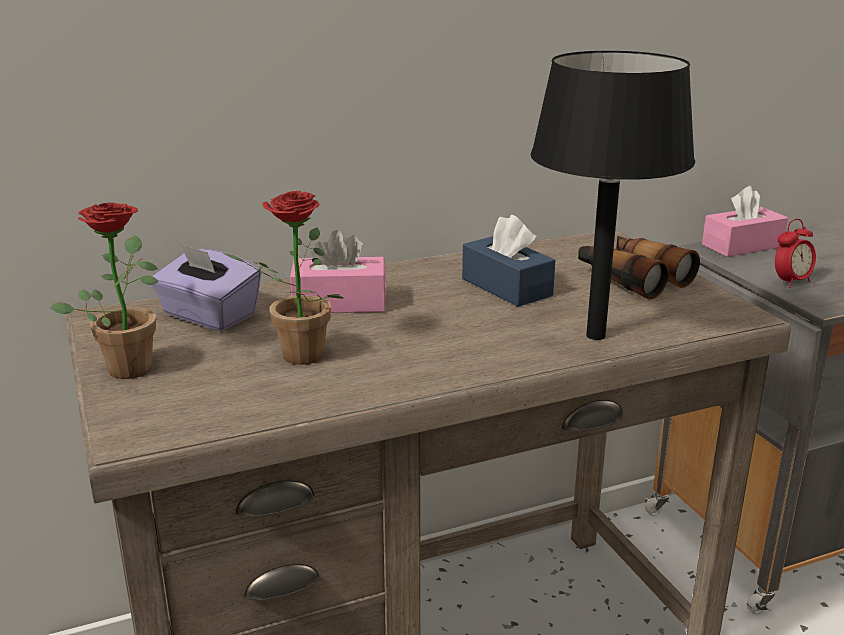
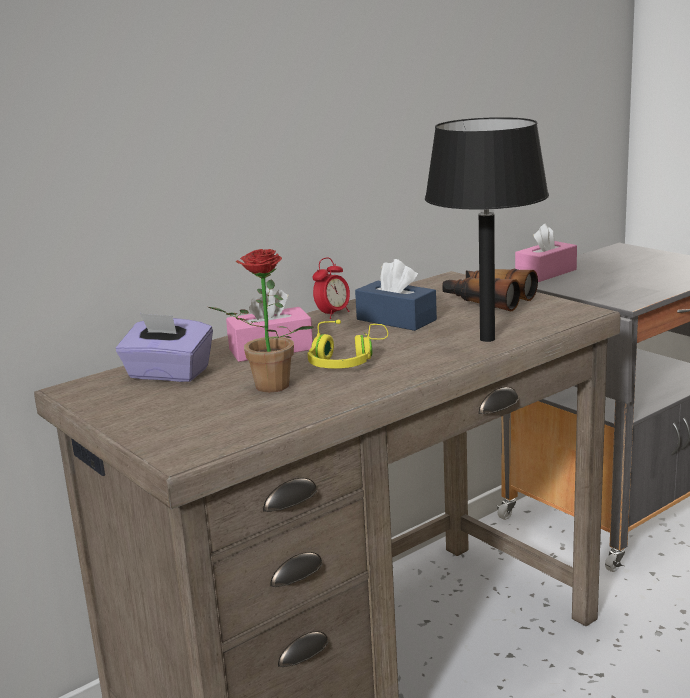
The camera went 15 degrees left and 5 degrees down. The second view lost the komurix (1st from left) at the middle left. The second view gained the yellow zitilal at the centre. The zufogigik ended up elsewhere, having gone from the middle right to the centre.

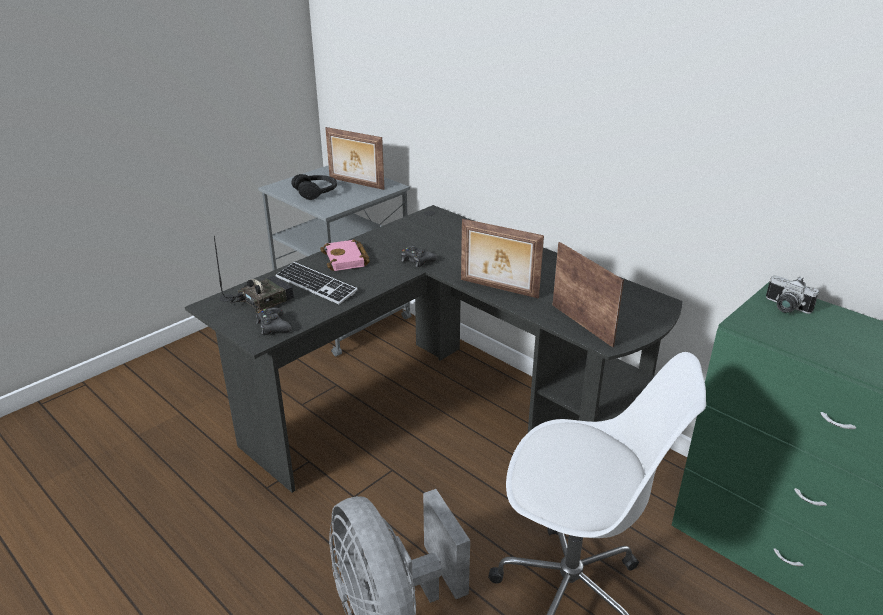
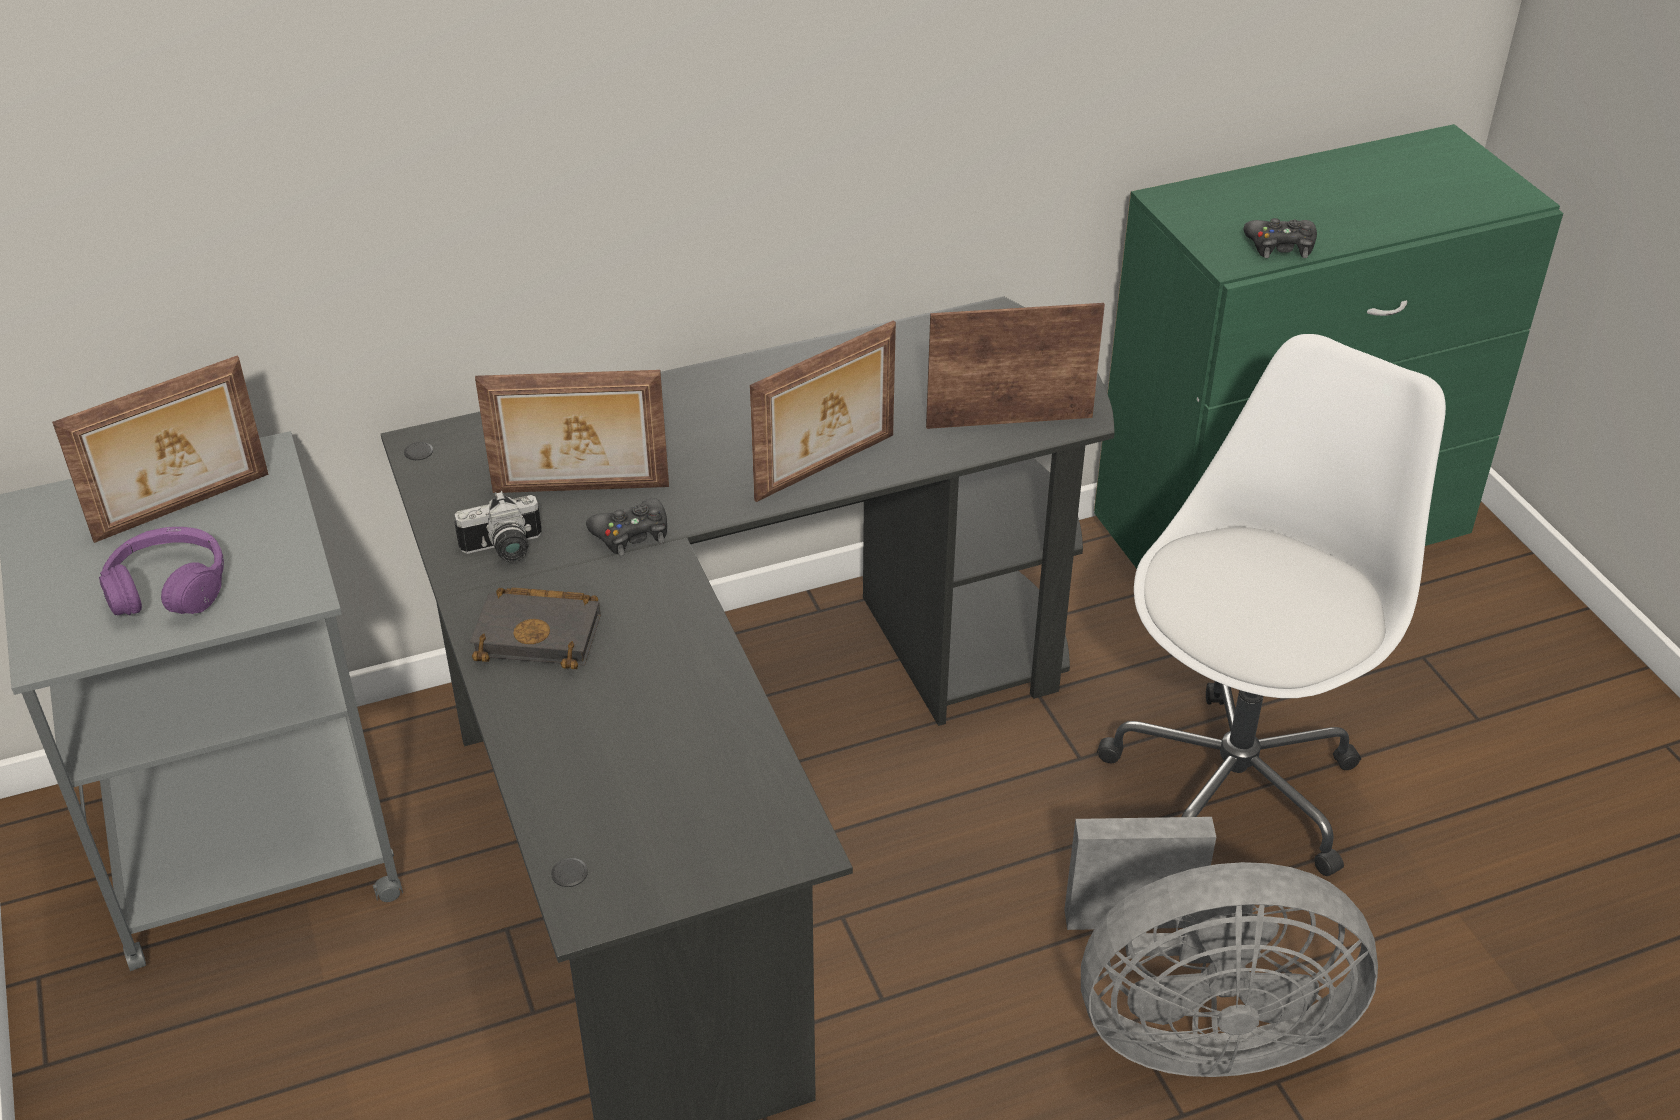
The camera went 65 degrees left and 10 degrees up. The second view lost the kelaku at the middle left. The second view lost the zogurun at the centre. The second view gained the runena (2nd from left) at the centre. The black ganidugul (1st from left in the first image) ended up elsewhere, having gone from the middle left to the top right. The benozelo ended up elsewhere, having gone from the middle right to the middle left. What was the black zitilal at the top centre turned into the purple zitilal at the middle left. What was the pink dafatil at the centre turned into the black dafatil at the middle left.

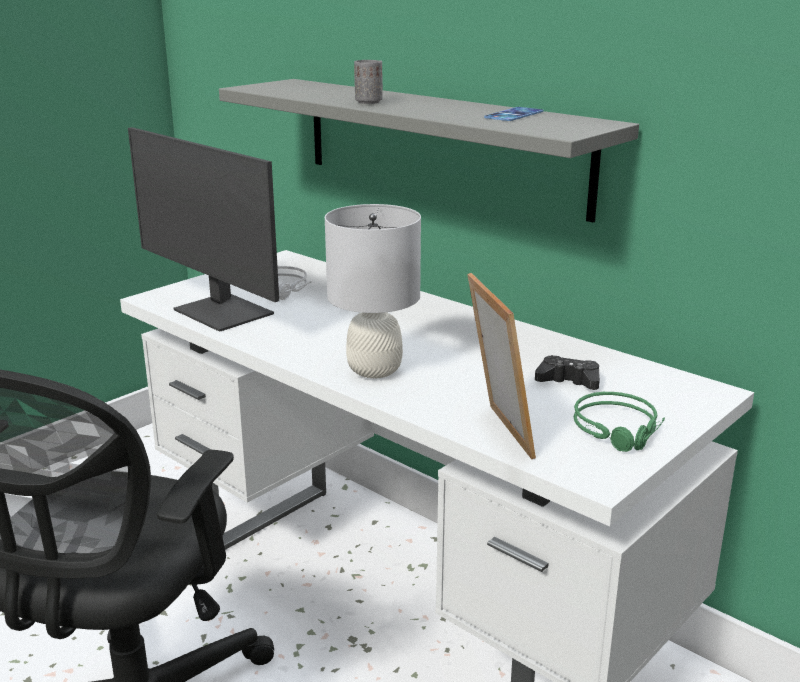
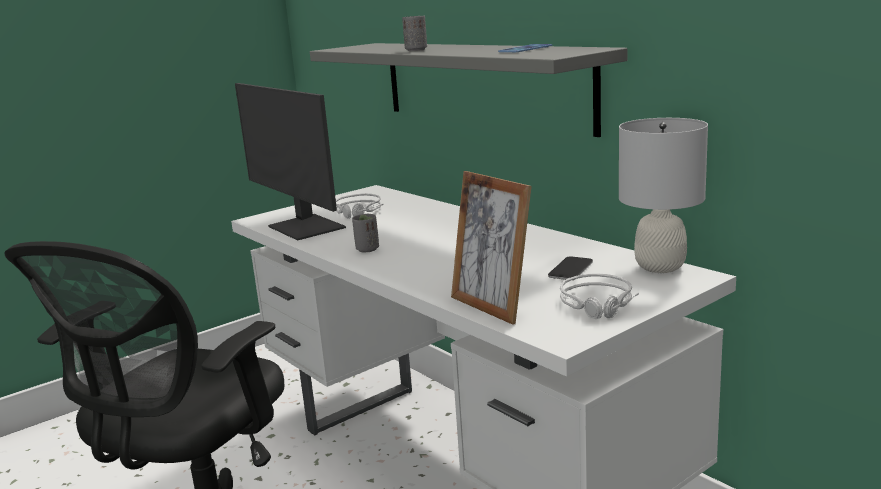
The camera went 10 degrees right and 5 degrees down. The second view gained the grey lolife (1st from left) at the centre. The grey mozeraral ended up elsewhere, having gone from the centre to the middle right. Where the black ganidugul stood at the middle right, the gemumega (2nd from left) came to stand at the centre. What was the green zitilal at the middle right turned into the grey zitilal (2nd from left) at the middle right. The runena at the centre ended up facing another way, 150 degrees clockwise from before.

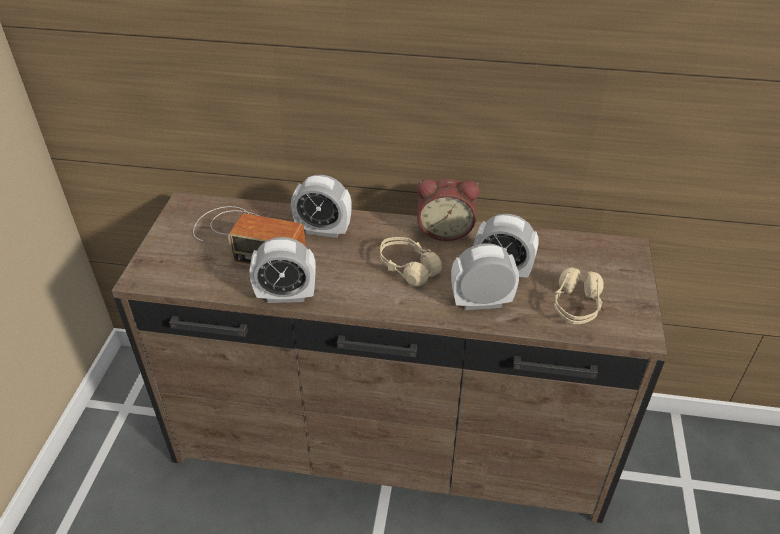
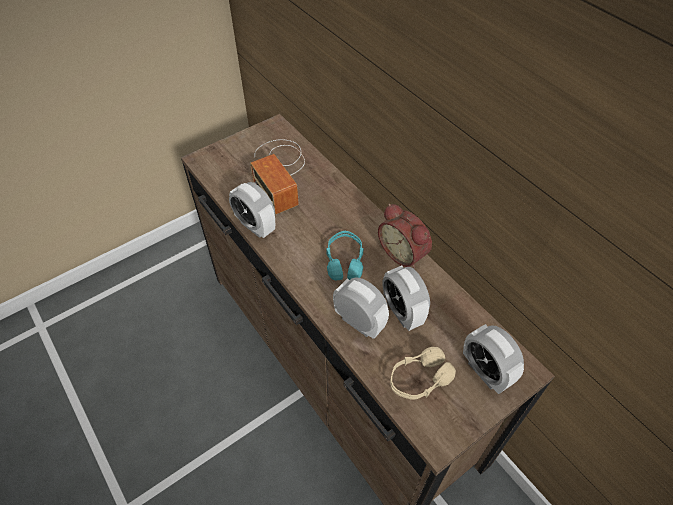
The camera went 45 degrees right and 10 degrees up. The zufogigik (2nd from left in the first image) ended up elsewhere, having gone from the centre to the bottom right. What was the beige zitilal (1st from left) at the centre turned into the turquoise zitilal at the centre.

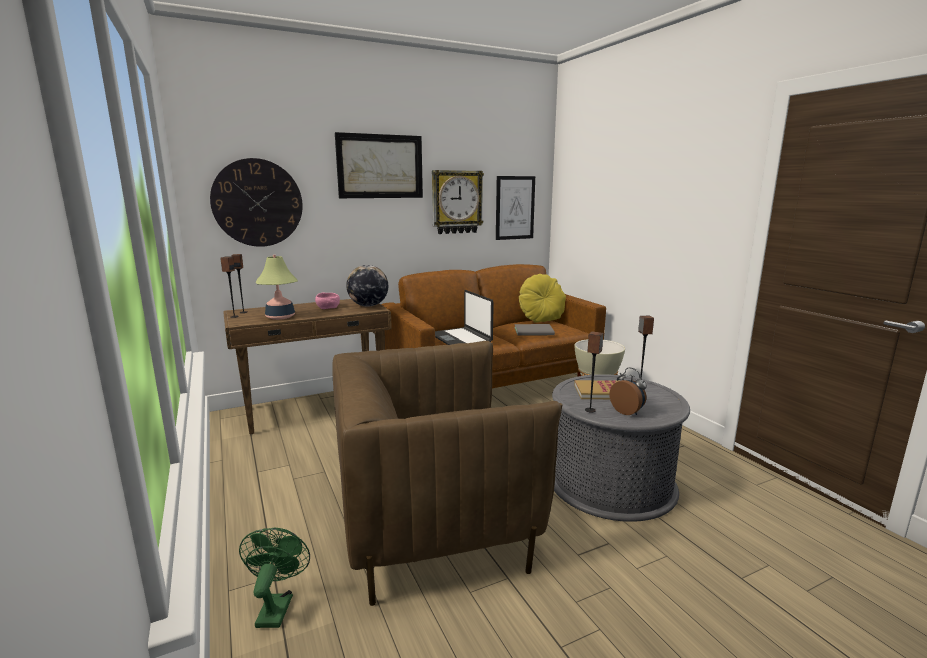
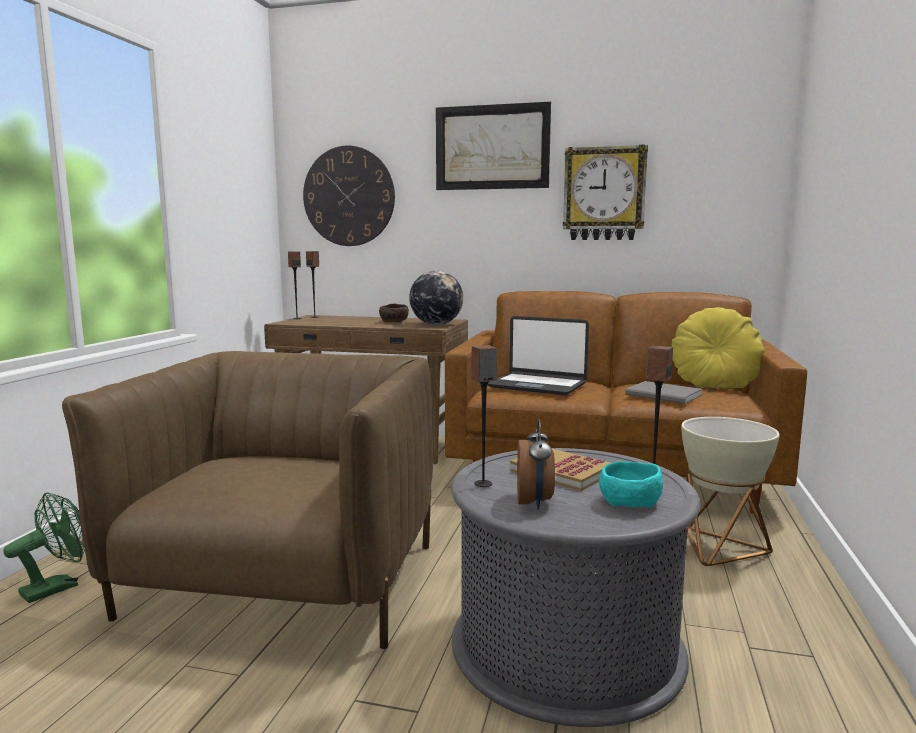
The camera went 40 degrees right and 5 degrees down. The second view lost the mozeraral at the middle left. The second view lost the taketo (2nd from left) at the top centre. The second view gained the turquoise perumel at the middle right. What was the pink perumel at the centre turned into the brown perumel at the centre. The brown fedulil at the bottom centre ended up facing another way, 75 degrees clockwise from before. The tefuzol at the centre ended up facing another way, 75 degrees counterclockwise from before.

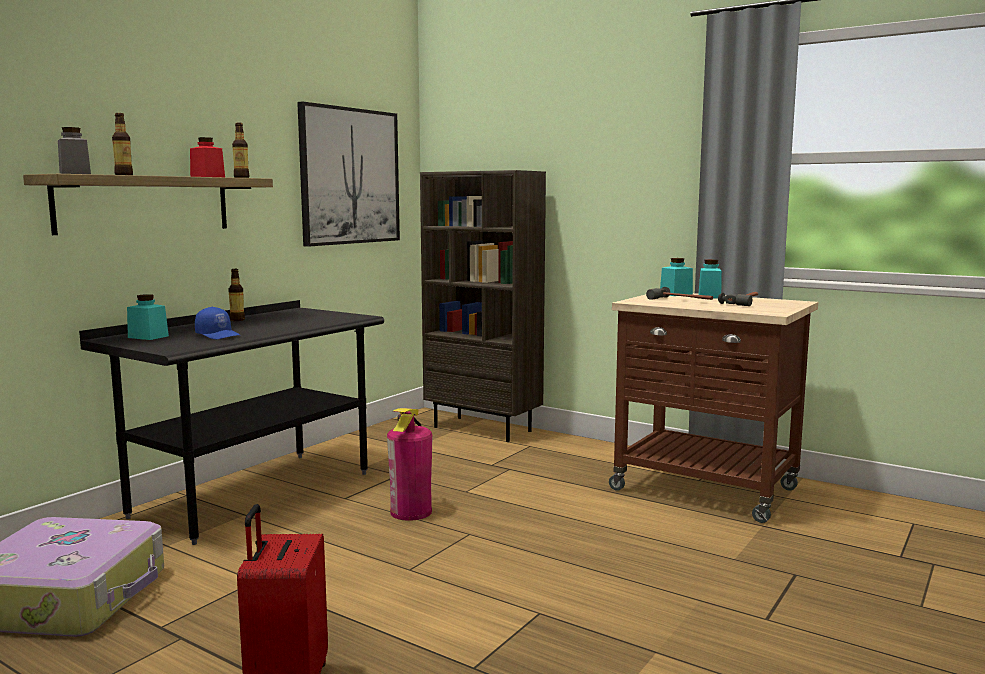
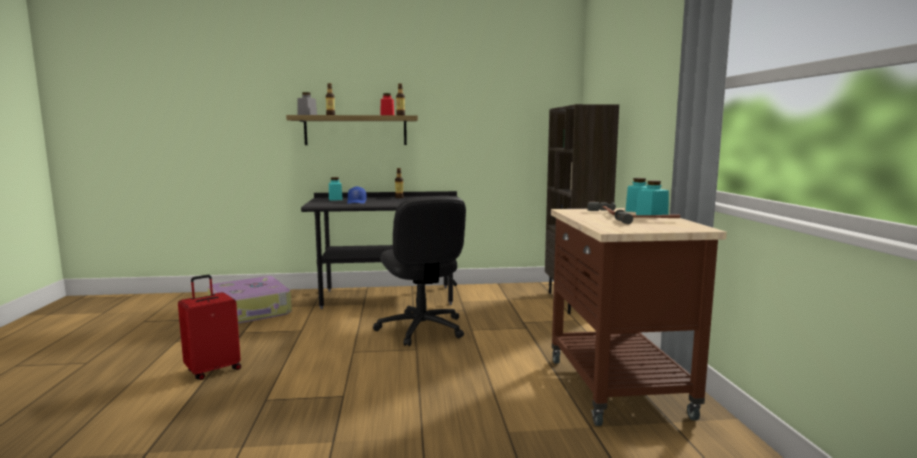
The camera went 50 degrees right and 0 degrees up. The second view lost the taketo at the top centre. Where the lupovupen stood at the bottom centre, the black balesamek came to stand at the centre.

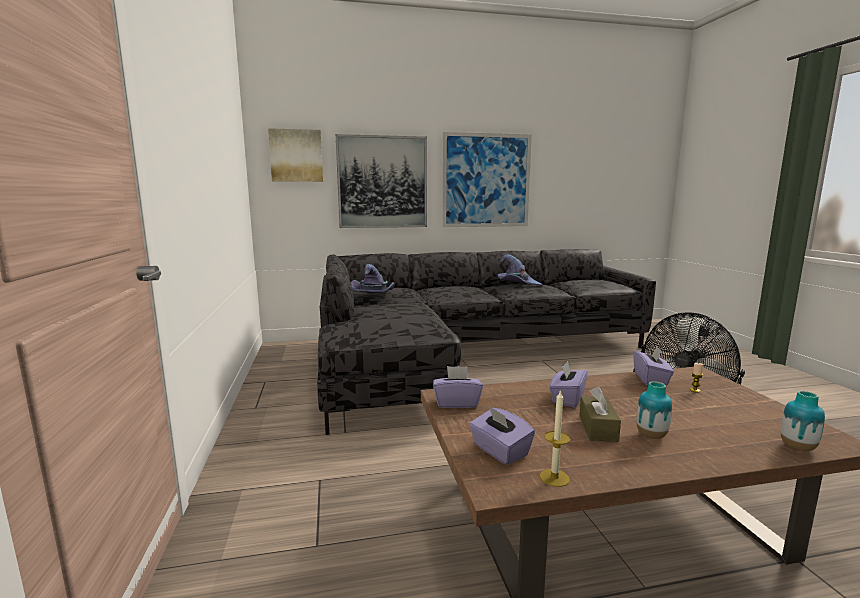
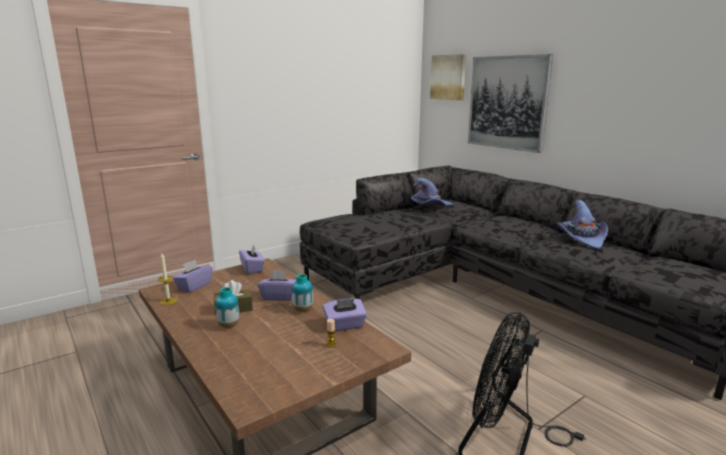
The camera went 65 degrees right and 5 degrees up. The second view lost the taketo (3rd from left) at the top centre. The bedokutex (2nd from left) ended up elsewhere, having gone from the bottom right to the centre.

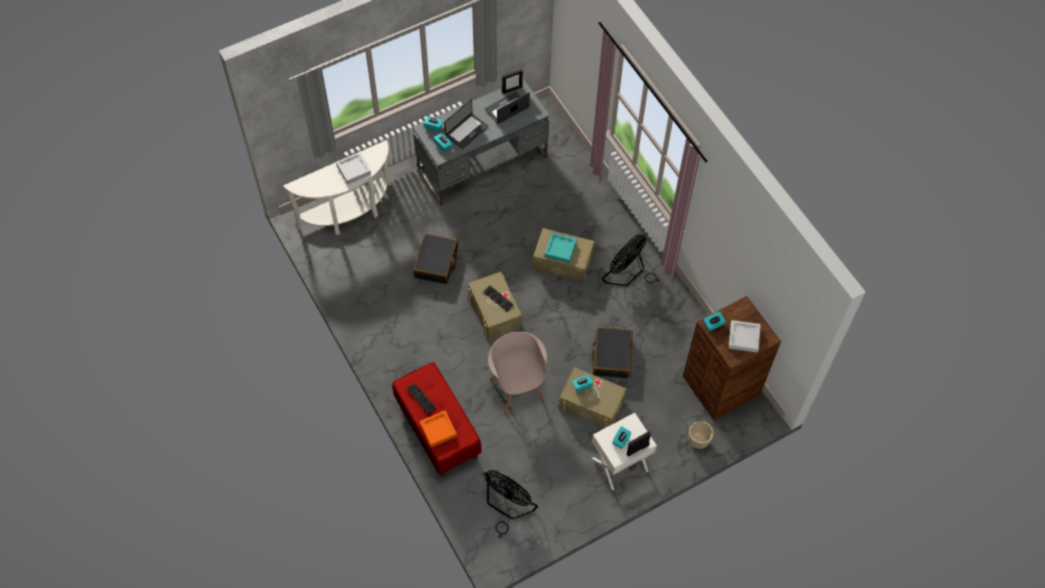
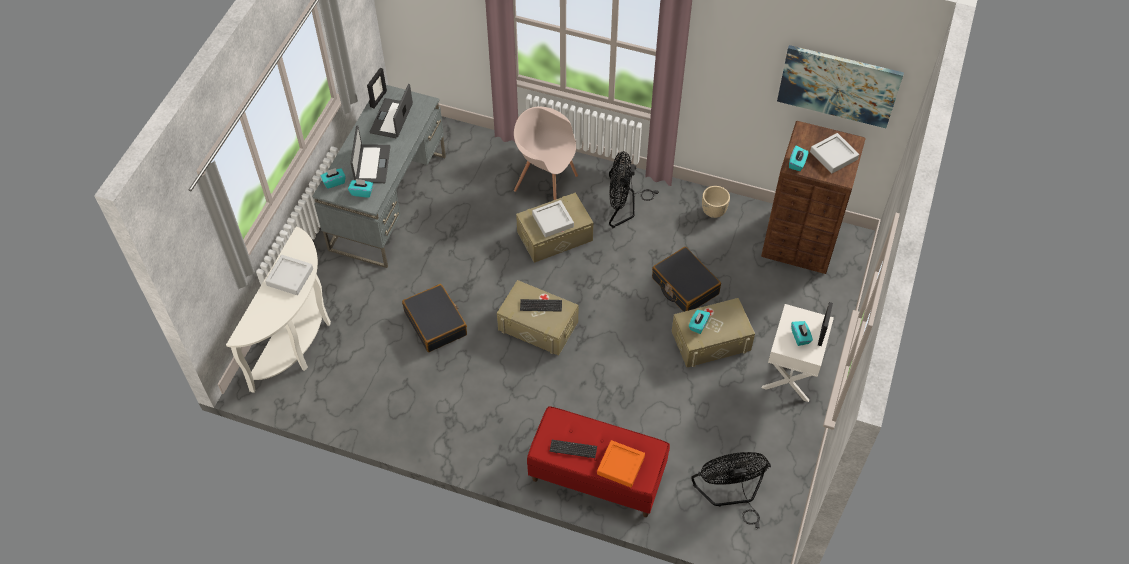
The camera went 40 degrees left and 5 degrees down. The second view gained the taketo at the top right. The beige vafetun ended up elsewhere, having gone from the centre to the top centre. The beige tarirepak ended up elsewhere, having gone from the bottom right to the centre. What was the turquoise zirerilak at the centre turned into the grey zirerilak (2nd from left) at the centre.

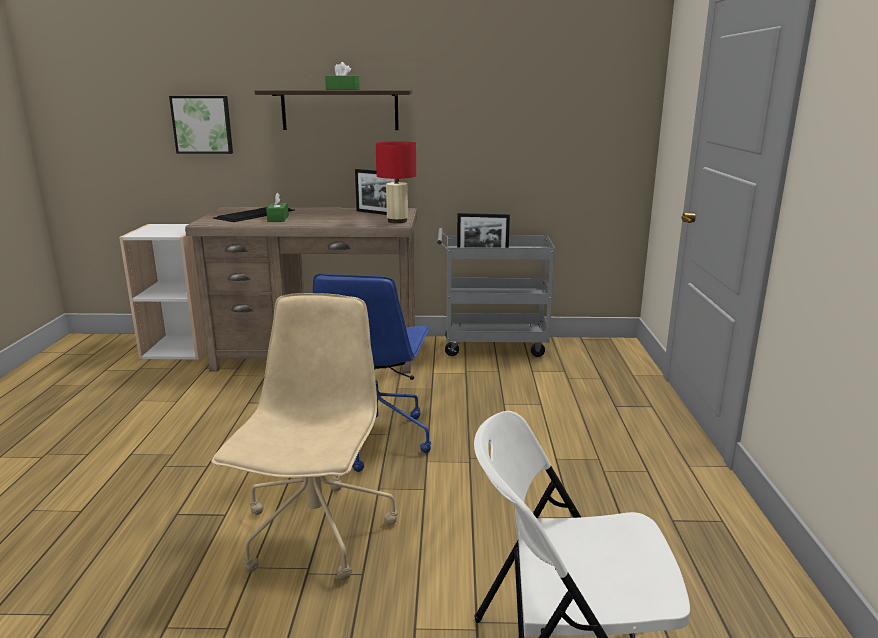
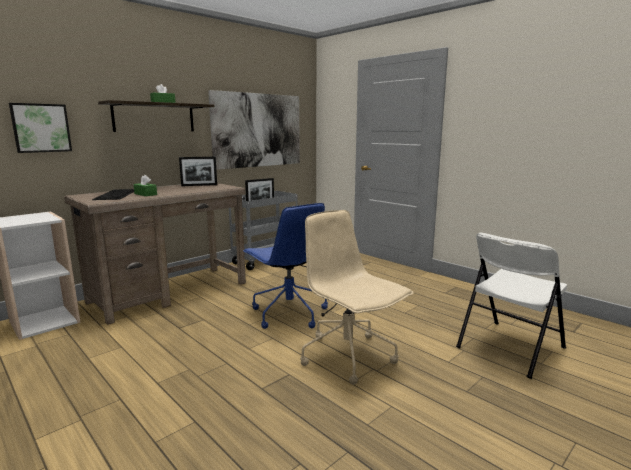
The camera went 45 degrees left and 5 degrees down. The second view lost the red mozeraral at the top centre. The second view gained the taketo (2nd from left) at the top centre.

